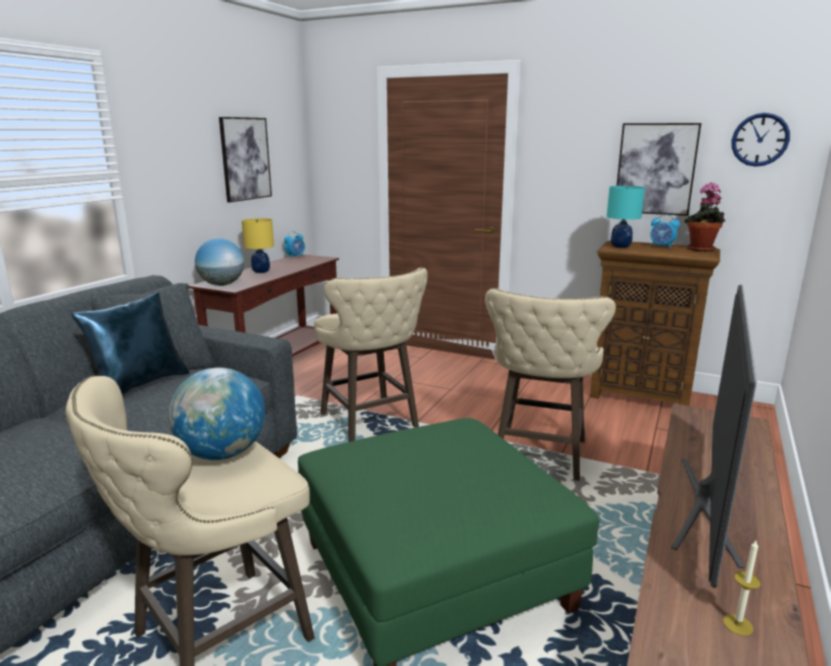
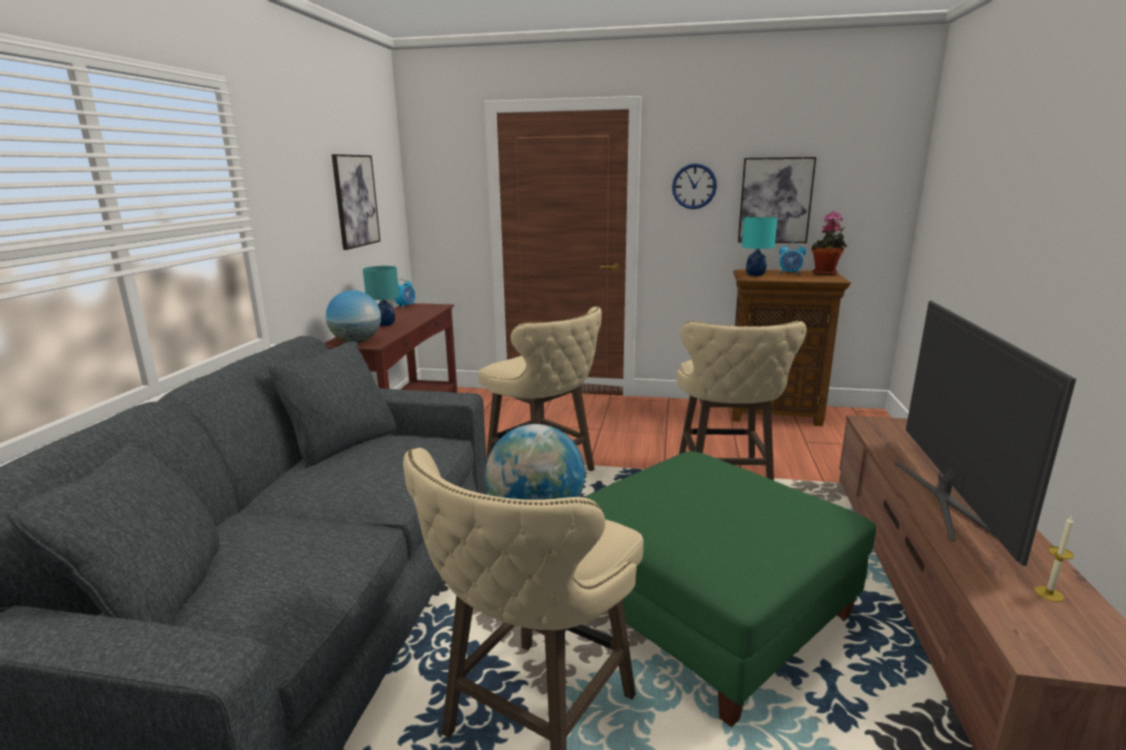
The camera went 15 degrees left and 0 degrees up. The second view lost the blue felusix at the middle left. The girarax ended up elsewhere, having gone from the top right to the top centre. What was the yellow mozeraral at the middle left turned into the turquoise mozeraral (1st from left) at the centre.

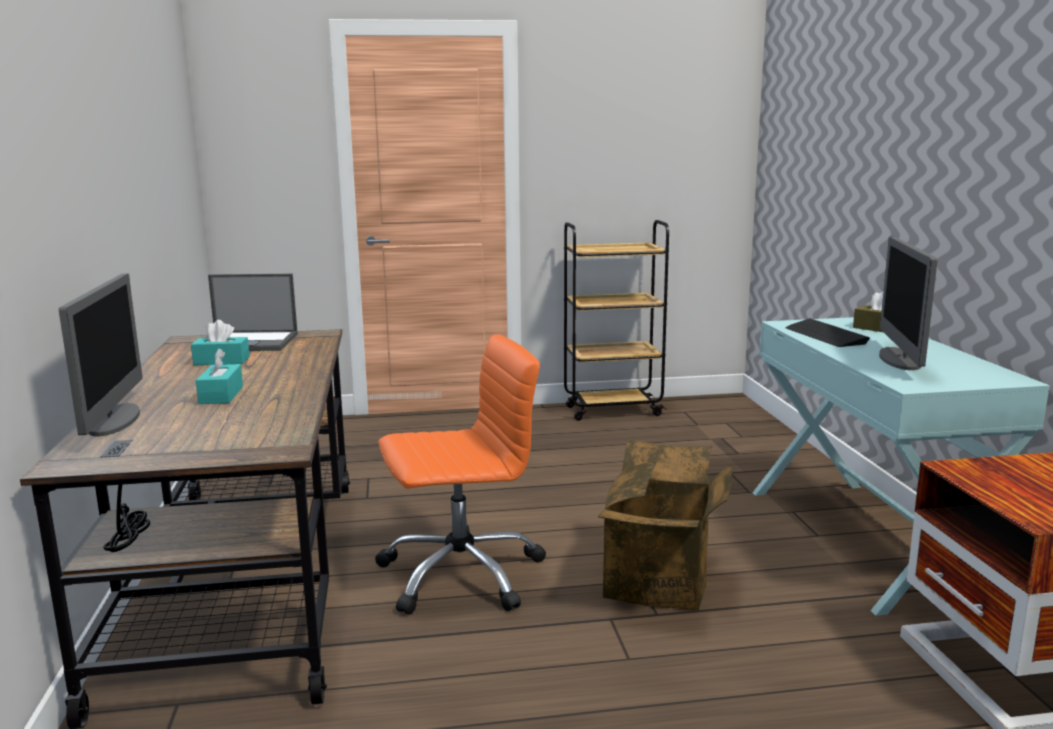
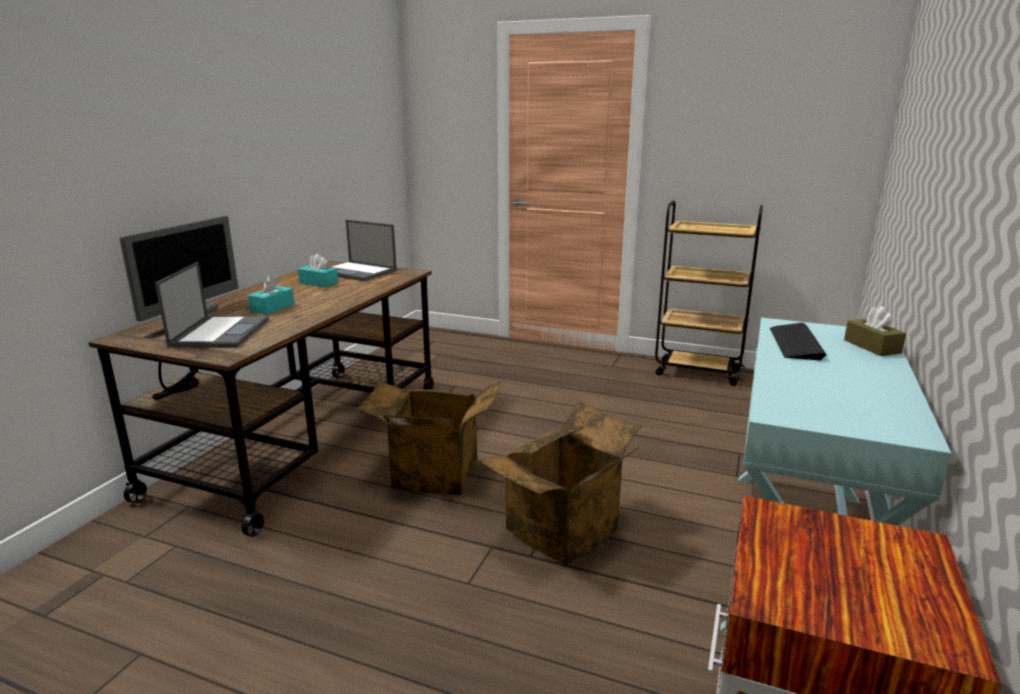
The camera went 30 degrees right and 5 degrees up. The second view lost the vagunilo (2nd from left) at the middle right. The second view gained the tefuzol (1st from left) at the middle left. Where the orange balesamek stood at the centre, the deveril (1st from left) came to stand at the centre.

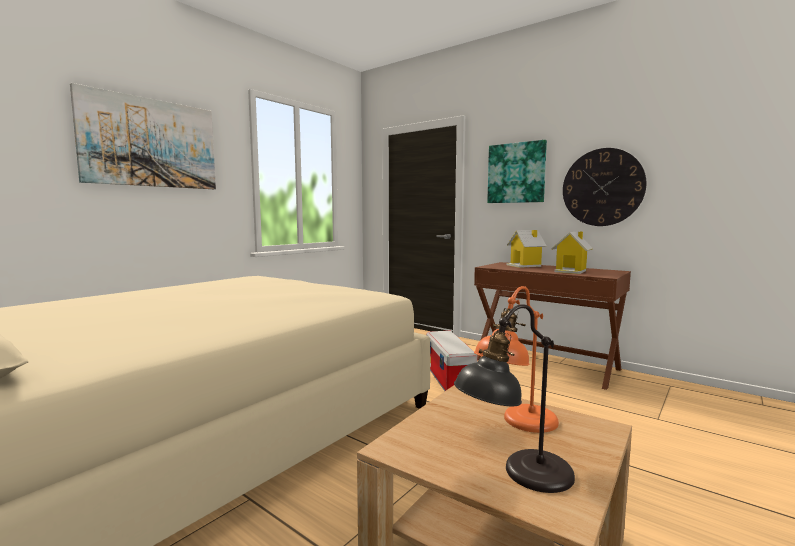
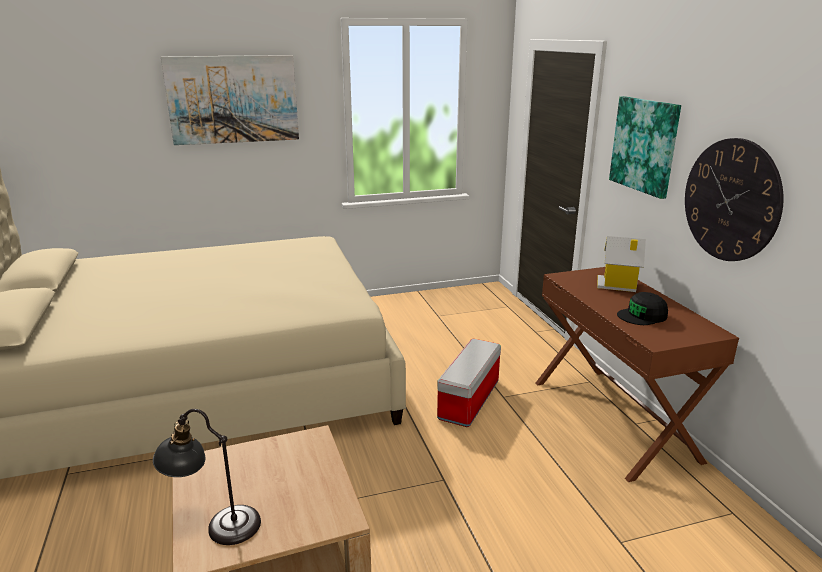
The camera went 35 degrees right and 15 degrees up. The second view lost the orange mozeraral at the centre. Where the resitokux (2nd from left) stood at the middle right, the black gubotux came to stand at the middle right.

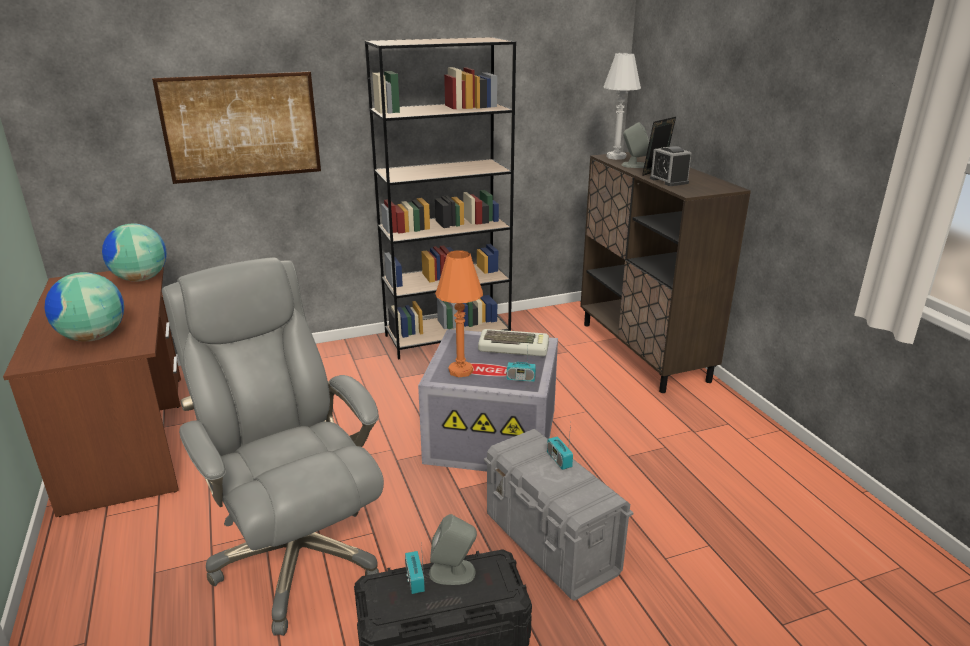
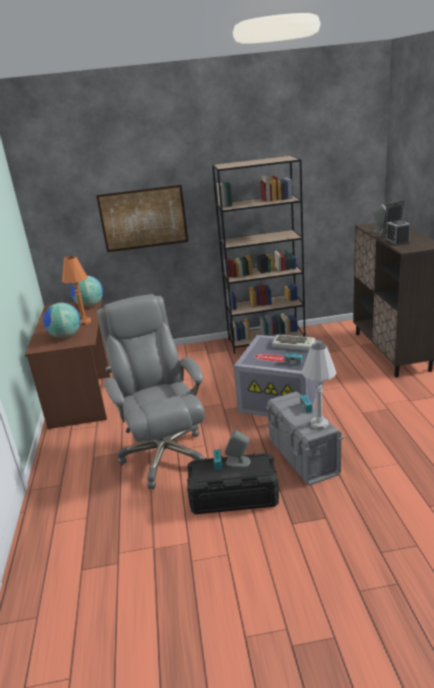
The camera went 15 degrees right and 0 degrees up. The orange mozeraral ended up elsewhere, having gone from the centre to the middle left. The white mozeraral ended up elsewhere, having gone from the top centre to the middle right.

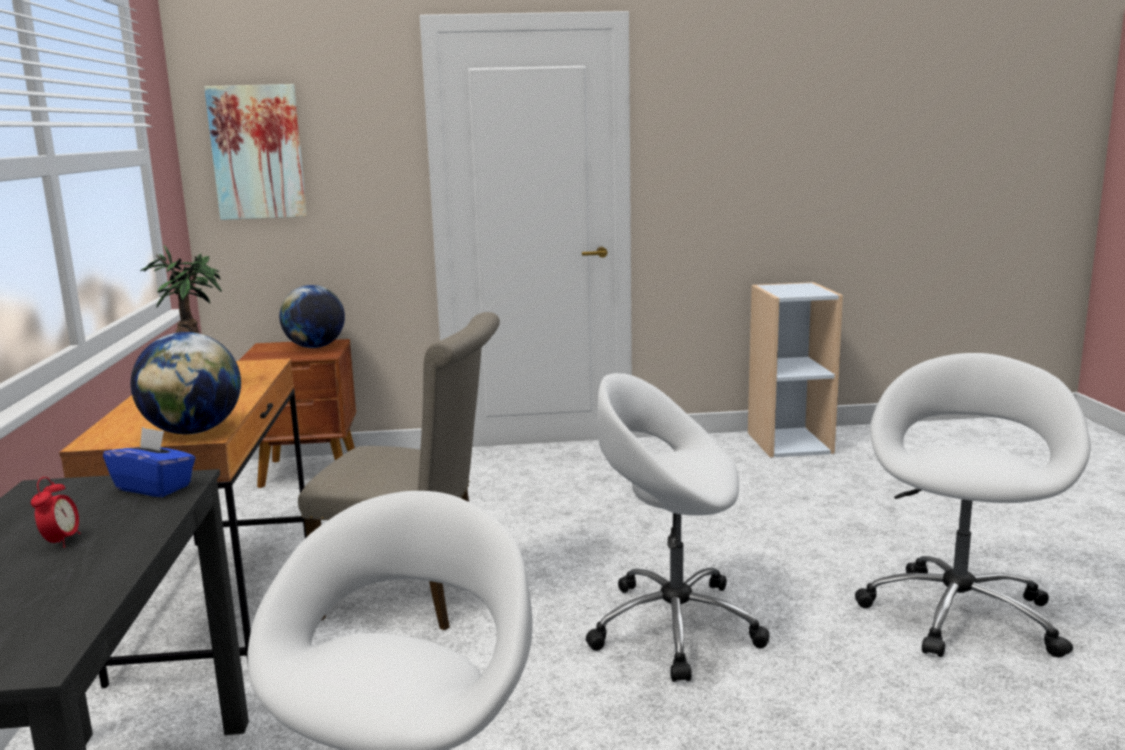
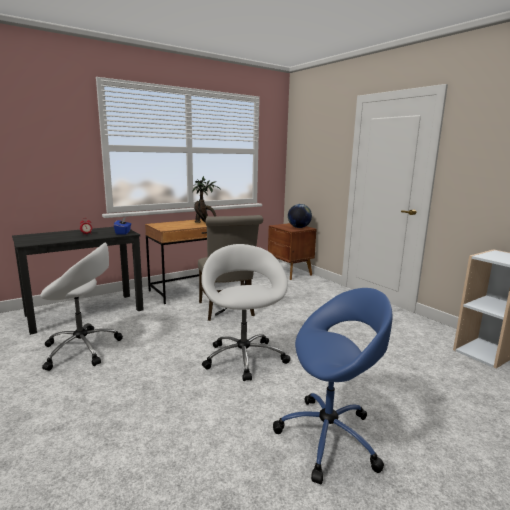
The camera went 60 degrees right and 0 degrees up. The second view lost the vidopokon (1st from left) at the middle left. The second view lost the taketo at the top left. What was the white balesamek (3rd from left) at the bottom right turned into the blue balesamek at the bottom centre.

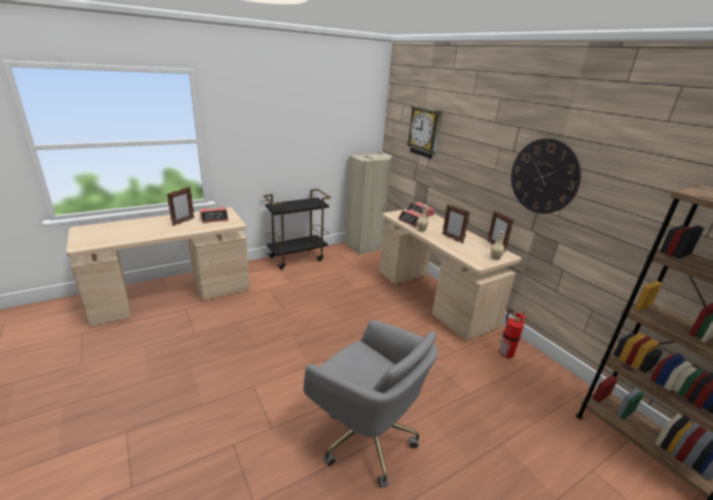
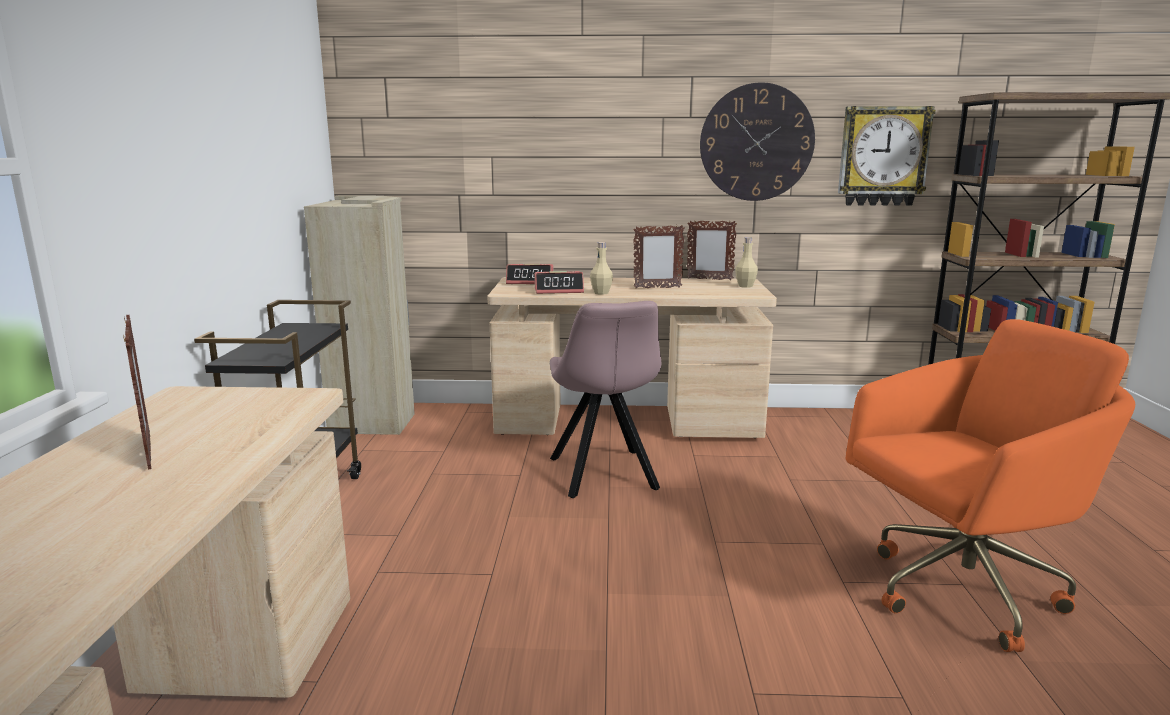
The camera went 55 degrees left and 10 degrees down. The second view lost the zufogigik (1st from left) at the middle left. The second view lost the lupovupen at the bottom right. The second view gained the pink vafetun at the centre. The girarax (1st from left in the first image) ended up elsewhere, having gone from the top centre to the top right. What was the grey balesamek at the bottom centre turned into the orange balesamek at the bottom right.

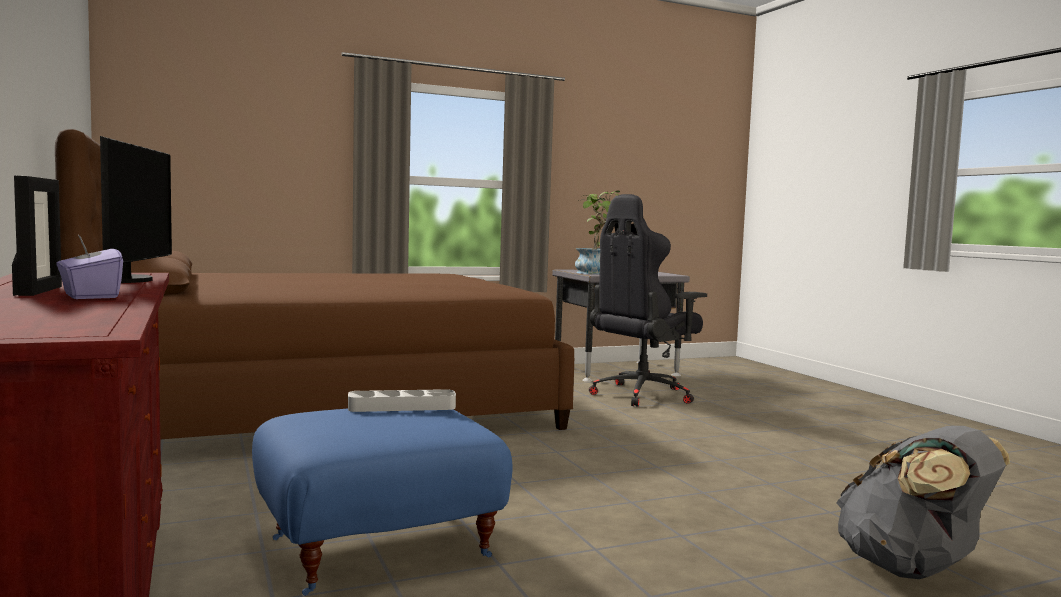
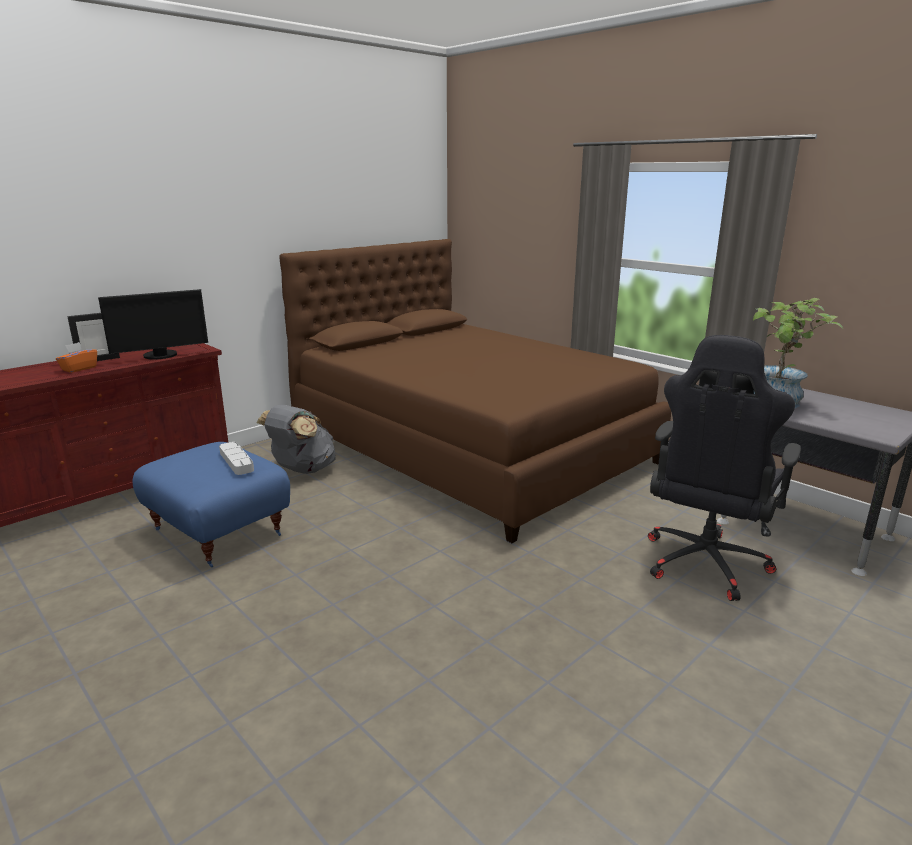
The camera went 70 degrees right and 15 degrees up. The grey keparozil ended up elsewhere, having gone from the bottom right to the middle left. What was the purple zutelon at the middle left turned into the orange zutelon at the middle left. The black balesamek at the centre ended up facing another way, 90 degrees counterclockwise from before.

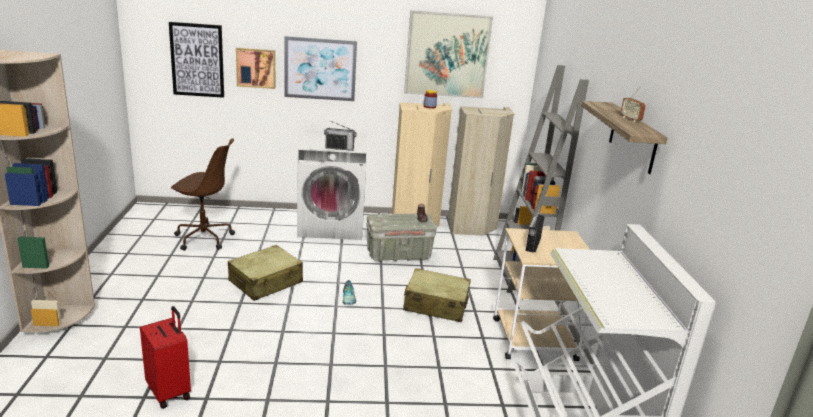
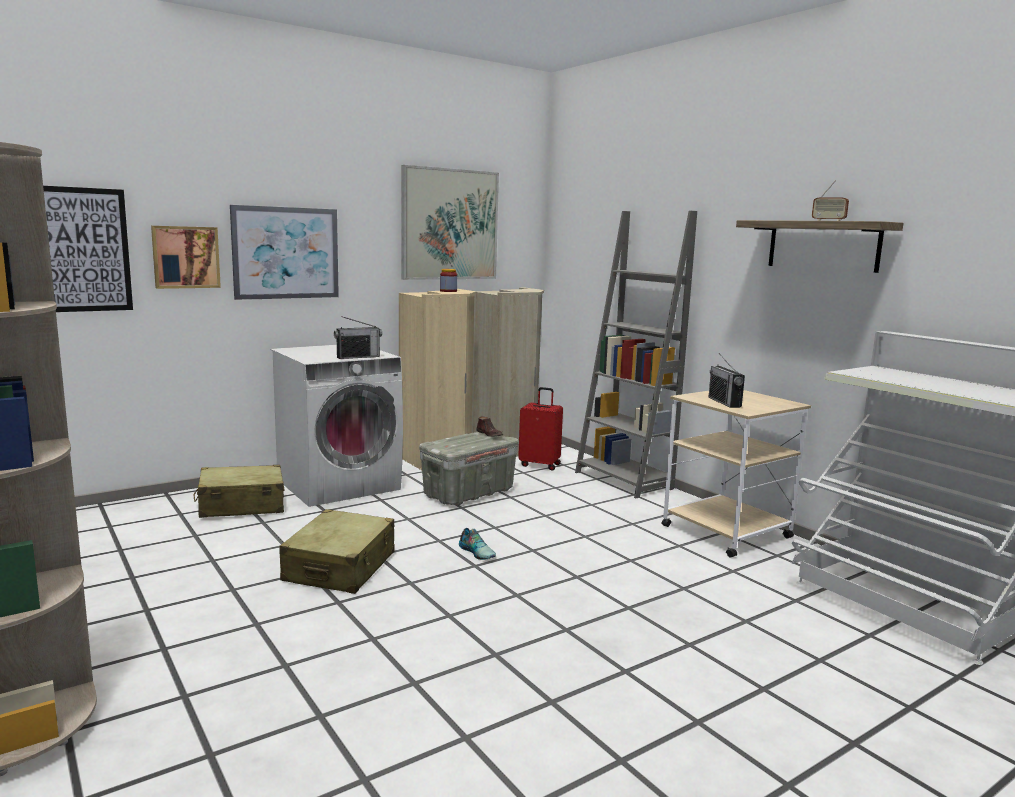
The camera went 30 degrees left and 10 degrees down. The second view lost the brown balesamek at the middle left. The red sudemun ended up elsewhere, having gone from the bottom left to the centre. The beige sudemun (2nd from left in the first image) ended up elsewhere, having gone from the bottom centre to the middle left.

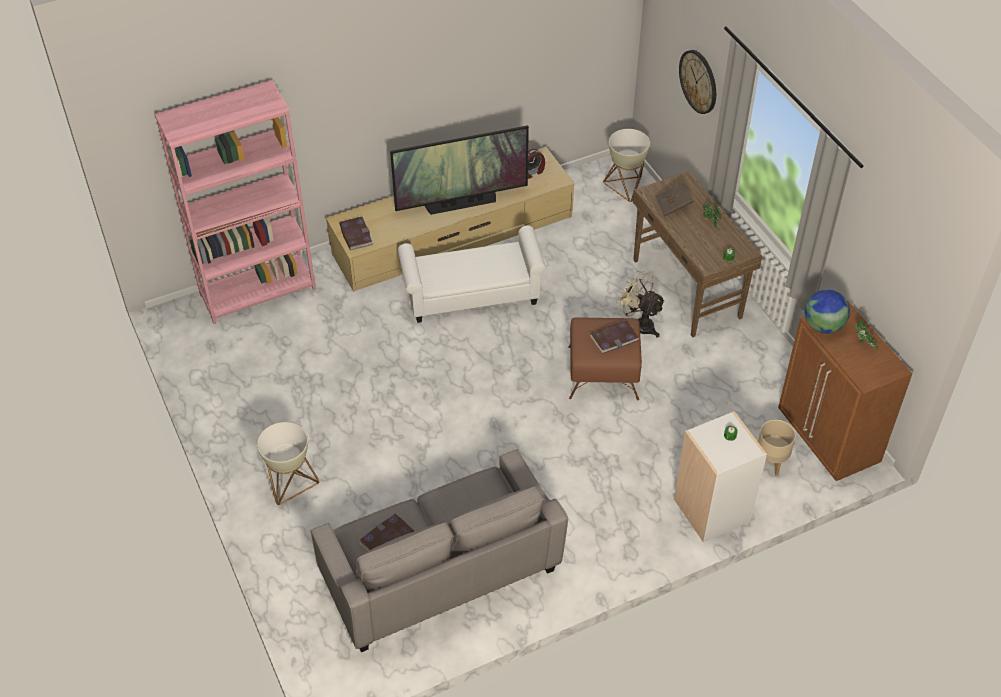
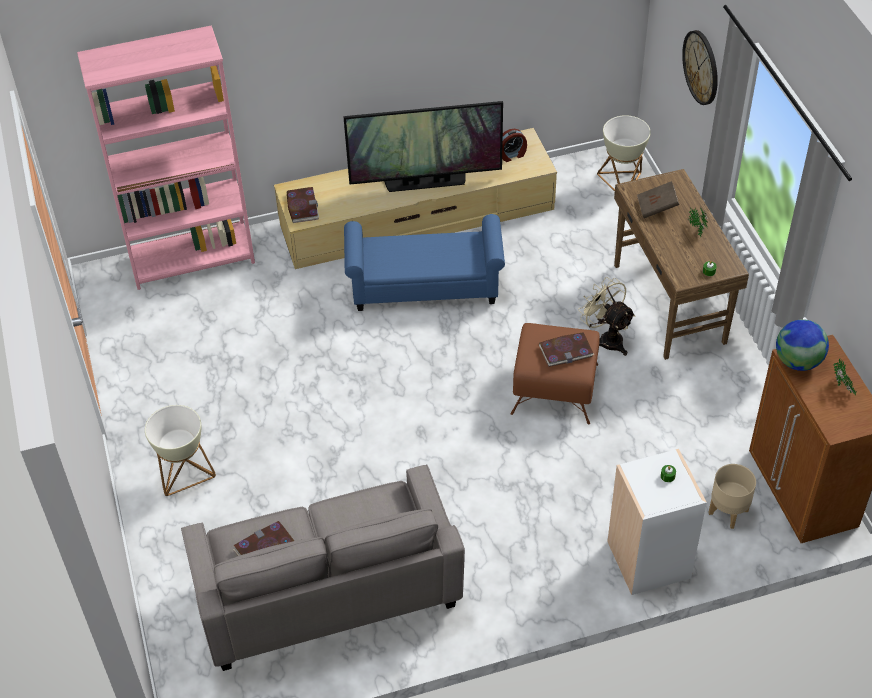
The camera went 10 degrees right and 0 degrees up. What was the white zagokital at the centre turned into the blue zagokital at the centre.

